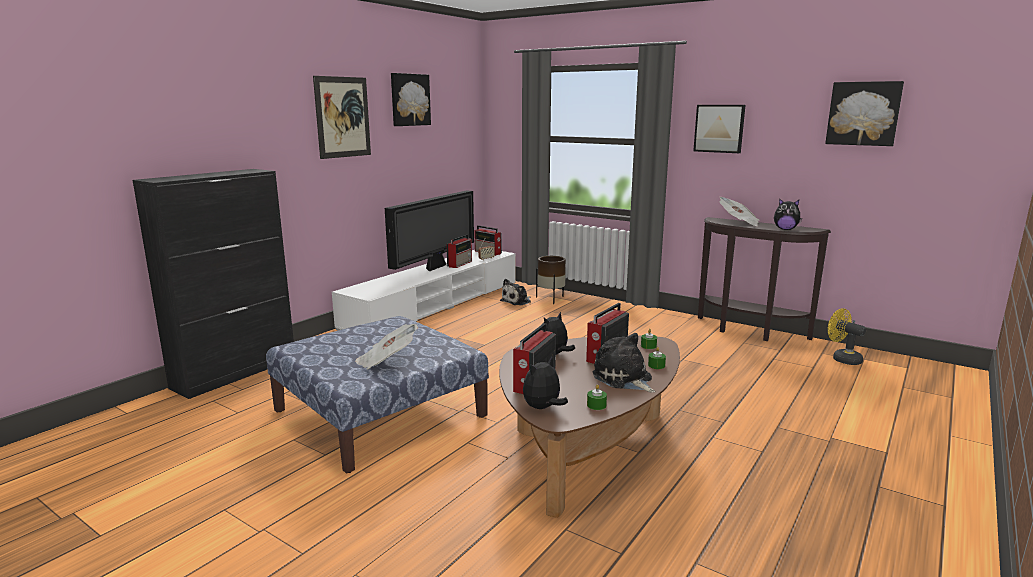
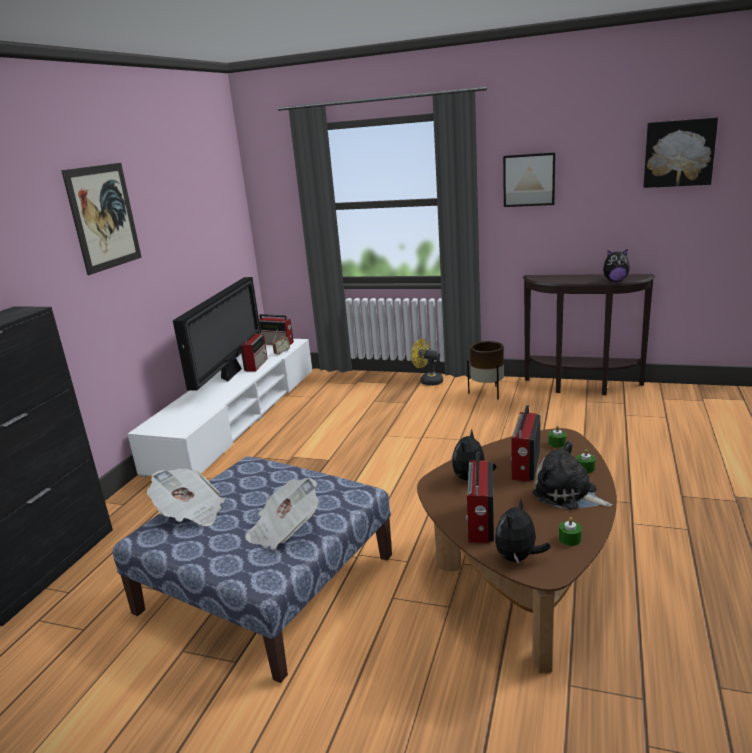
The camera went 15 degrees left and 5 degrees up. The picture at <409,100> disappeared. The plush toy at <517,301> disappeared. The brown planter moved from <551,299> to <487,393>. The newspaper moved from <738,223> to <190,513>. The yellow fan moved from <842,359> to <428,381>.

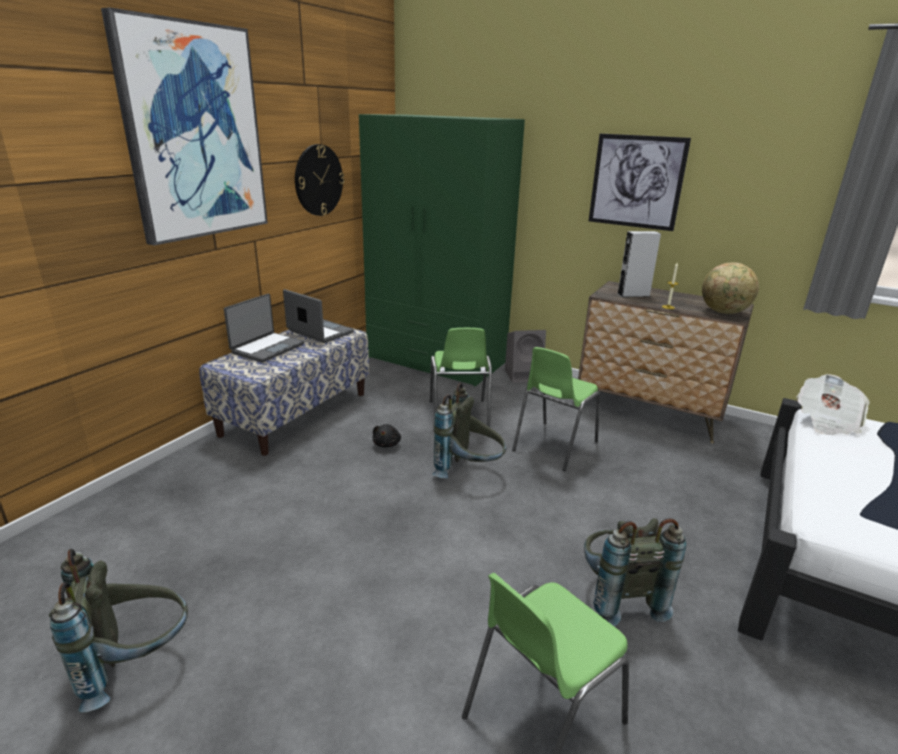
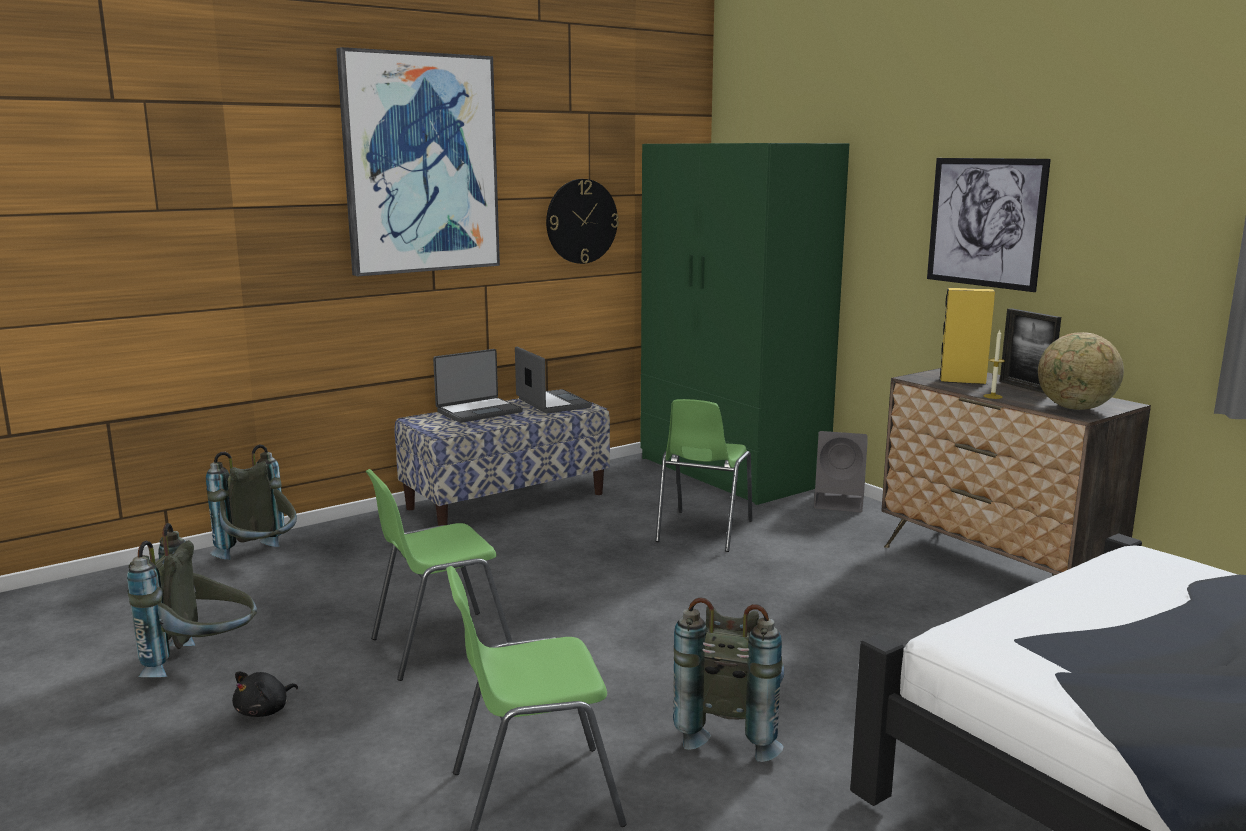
The camera went 25 degrees right and 10 degrees down. The newspaper at <826,421> disappeared. The picture frame at <1025,387> appeared. The black plush toy moved from <387,444> to <265,710>. The grey backpack moved from <469,472> to <261,560>. The green chair moved from <553,446> to <440,645>. The grey speaker at <633,295> became the yellow speaker at <962,381>.

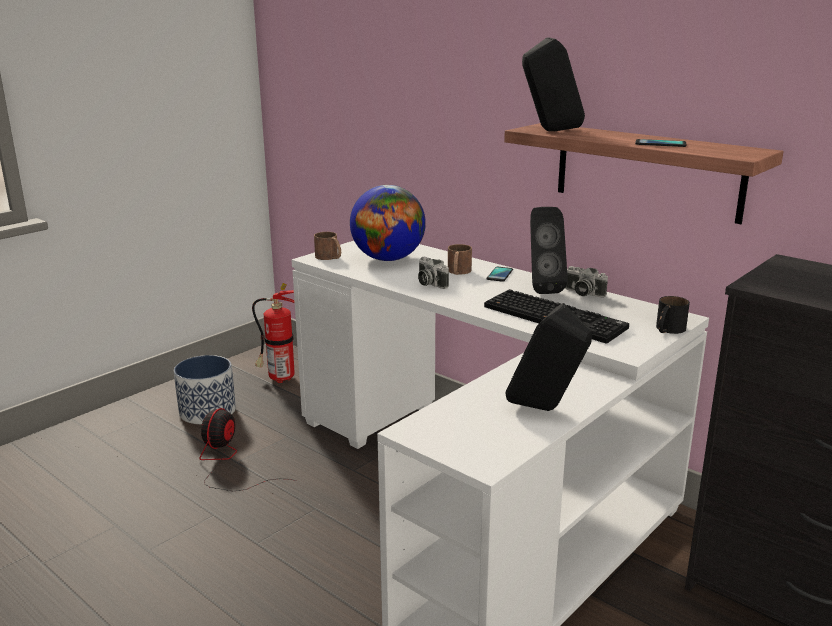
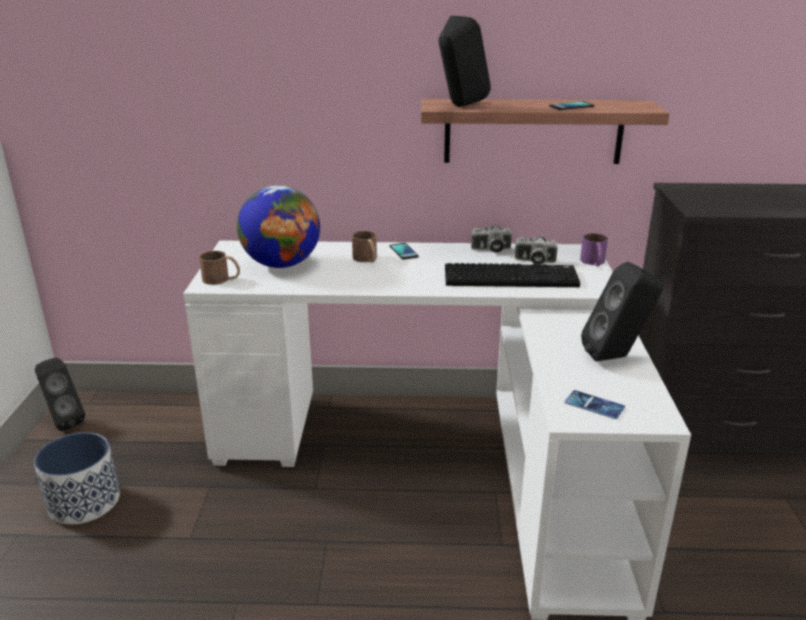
The camera went 40 degrees left and 5 degrees up. The fan at <227,463> disappeared. The fire extinguisher at <278,379> disappeared. The phone at <594,405> appeared. The photo camera moved from <429,283> to <534,261>. The black speaker moved from <541,289> to <63,422>. The black mug at <667,330> became the purple mug at <594,262>.

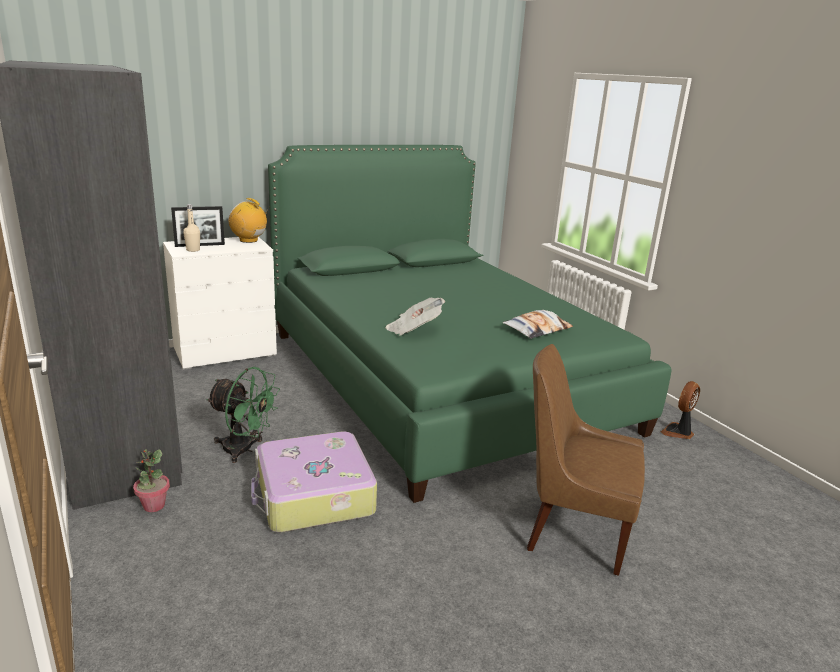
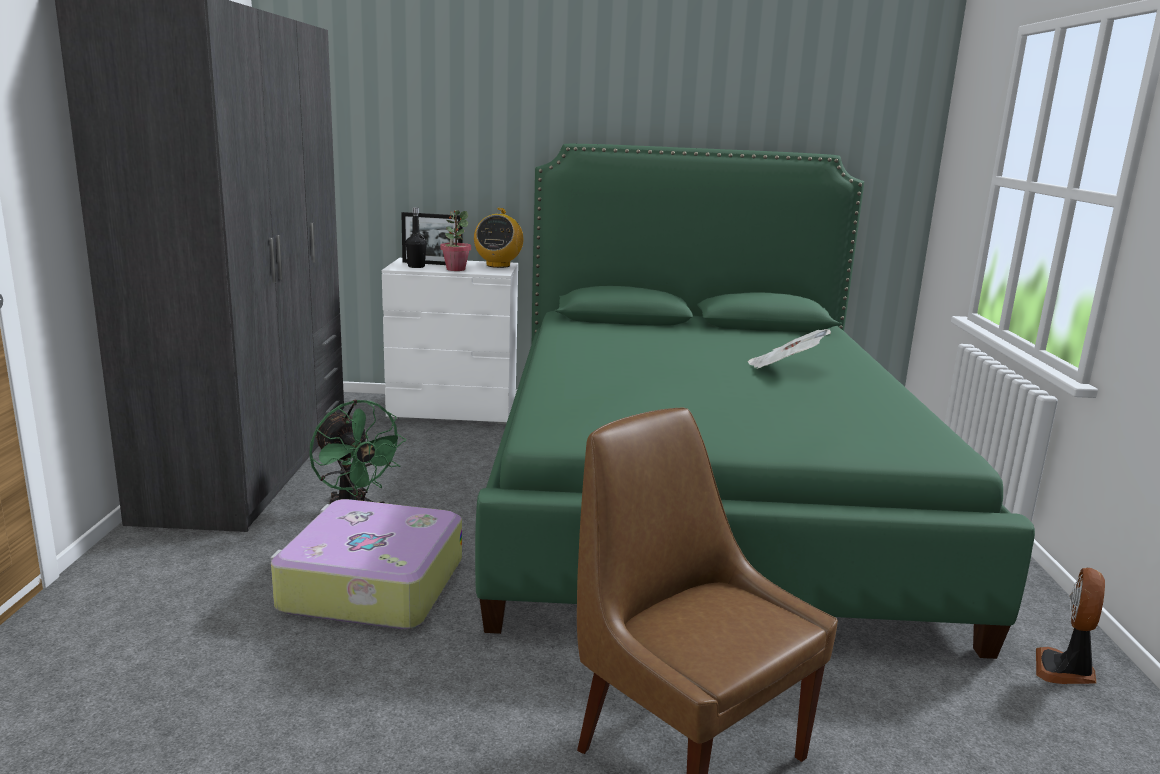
The camera went 30 degrees right and 5 degrees down. The pillow at <537,329> disappeared. The potted plant moved from <153,506> to <455,269>. The newspaper moved from <414,330> to <784,369>. The beige bottle at <193,250> became the black bottle at <416,266>. The radio at <249,240> turned 135 degrees counterclockwise. The fan at <678,432> turned 45 degrees counterclockwise.

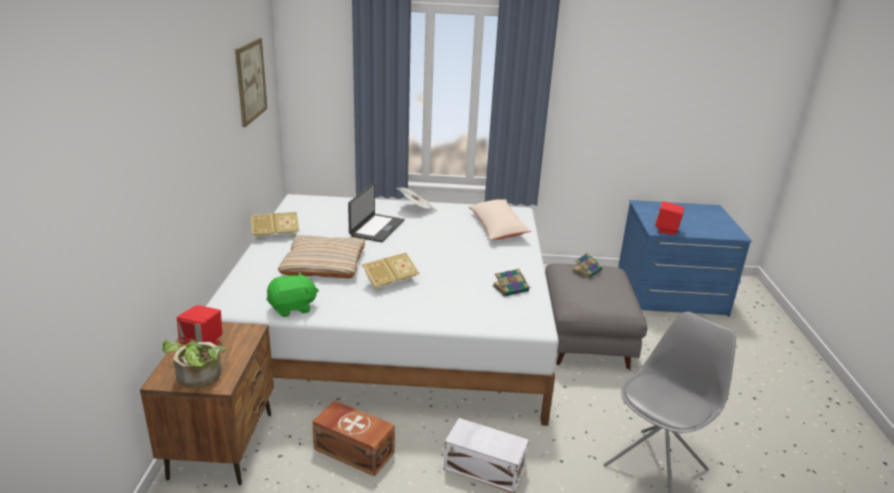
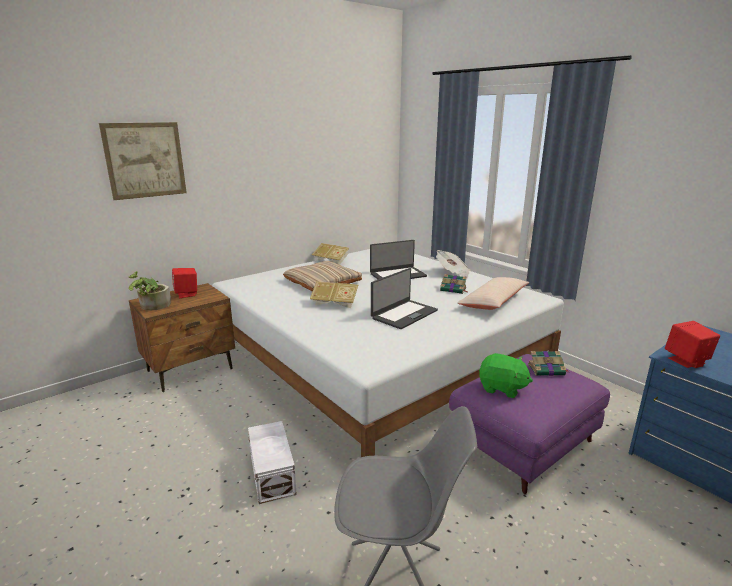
The camera went 50 degrees right and 5 degrees down. The brown storage box at <353,449> disappeared. The laptop at <403,314> appeared. The picture moved from <251,81> to <145,160>. The green plush toy moved from <292,308> to <502,388>. The book moved from <511,288> to <453,289>. The grey ottoman at <584,338> became the purple ottoman at <522,444>.

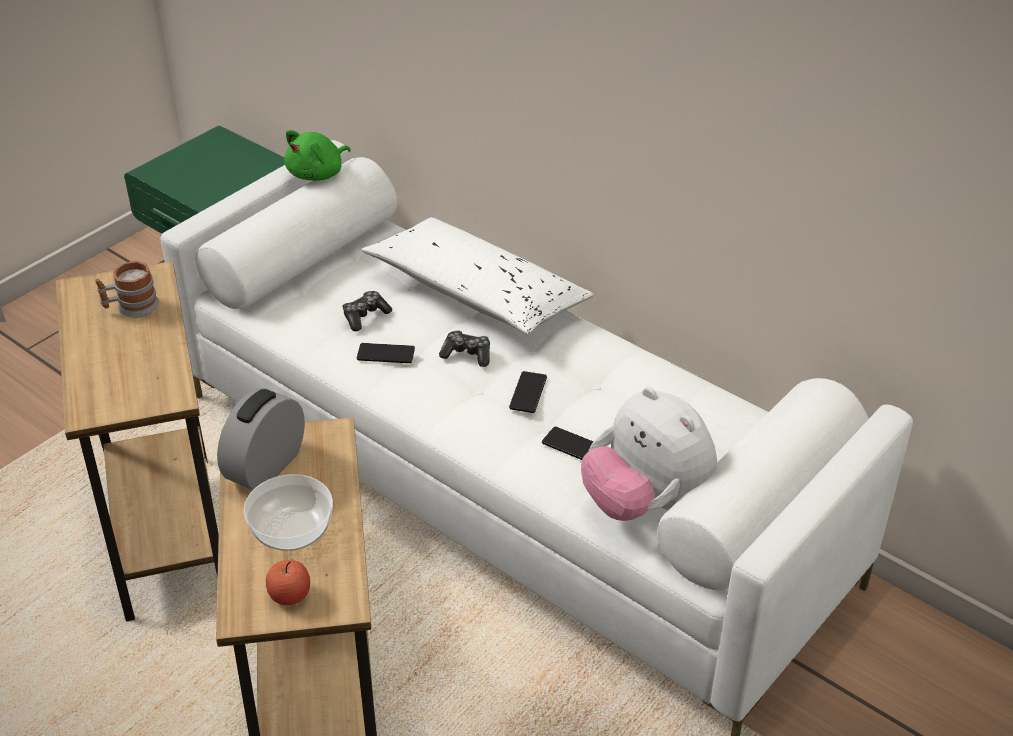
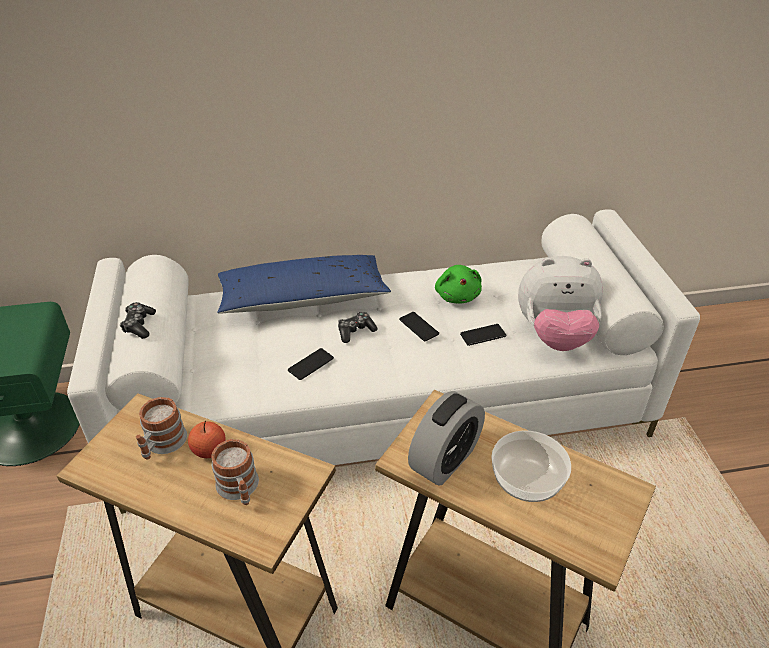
The camera went 50 degrees left and 0 degrees up. The mug at <239,489> appeared. The apple moved from <290,595> to <209,450>. The green plush toy moved from <318,174> to <457,295>. The game controller moved from <365,316> to <139,325>. The white pillow at <476,293> became the blue pillow at <303,298>. The alarm clock at <266,467> turned 120 degrees counterclockwise.

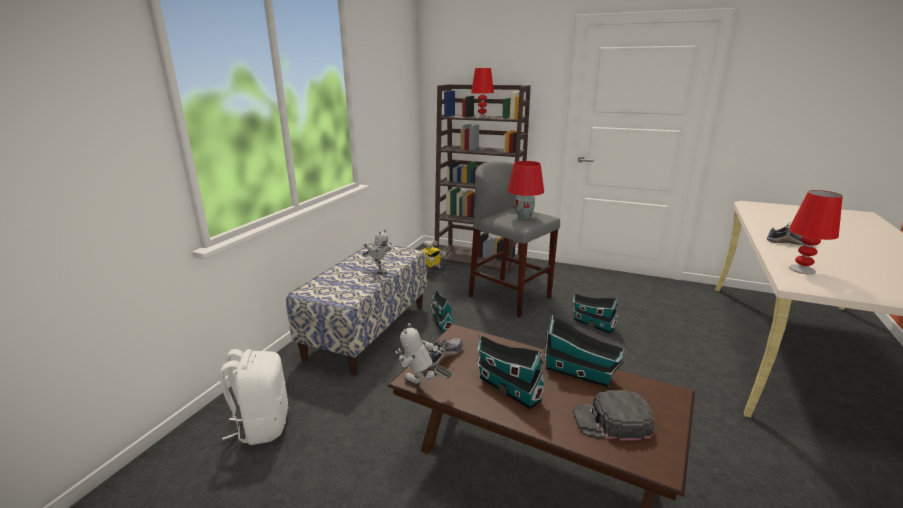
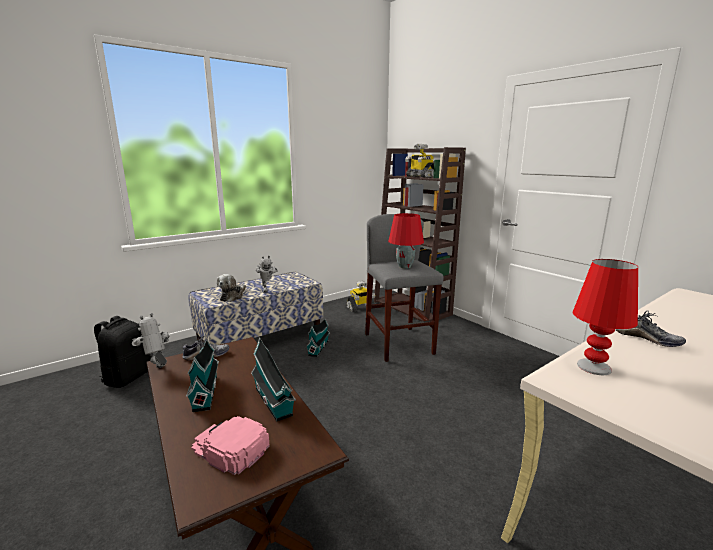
The camera went 30 degrees right and 5 degrees down. The toy house at <592,324> disappeared. The plush toy at <232,296> appeared. The red table lamp at <482,117> was replaced by the toy robot at <420,176>. The white backpack at <262,425> became the black backpack at <128,377>. The black cap at <611,421> became the pink cap at <229,448>.

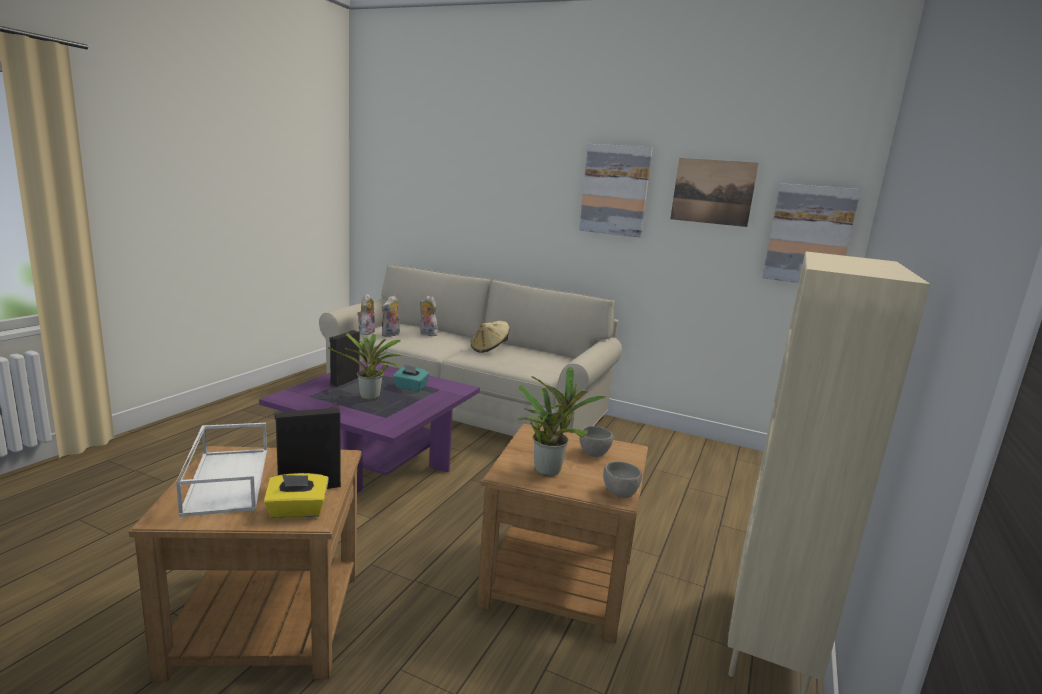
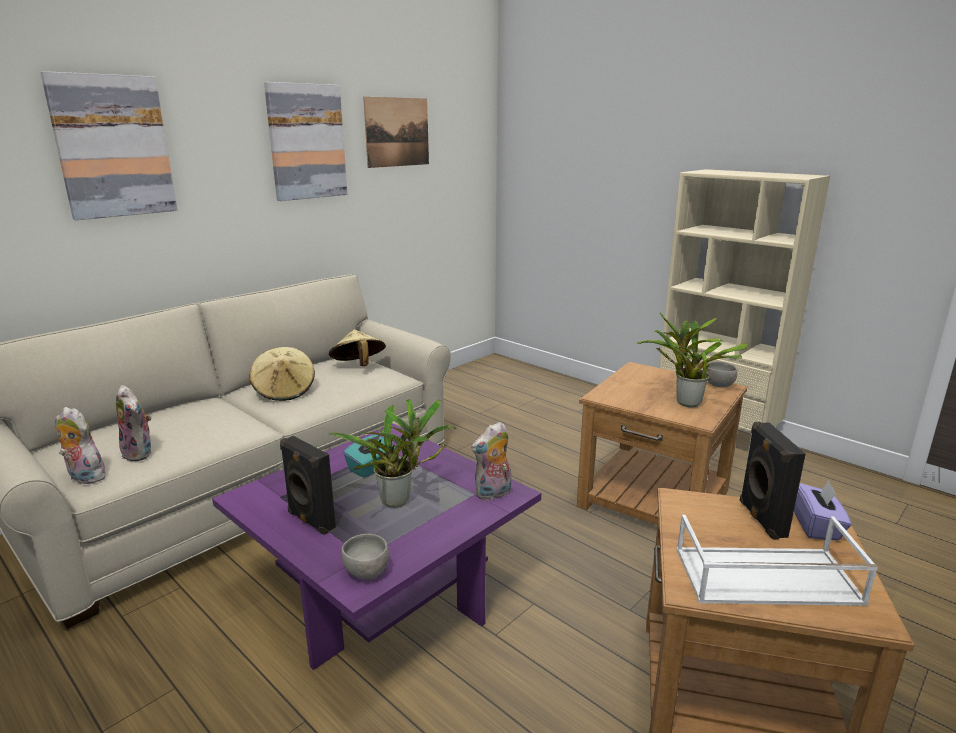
The camera went 70 degrees left and 5 degrees up. The beige hat at <358,366> appeared. The plush toy moved from <427,334> to <493,494>. The grey bowl moved from <593,453> to <366,573>. The picture moved from <809,235> to <113,147>. The yellow tissue box at <297,511> became the purple tissue box at <816,526>.

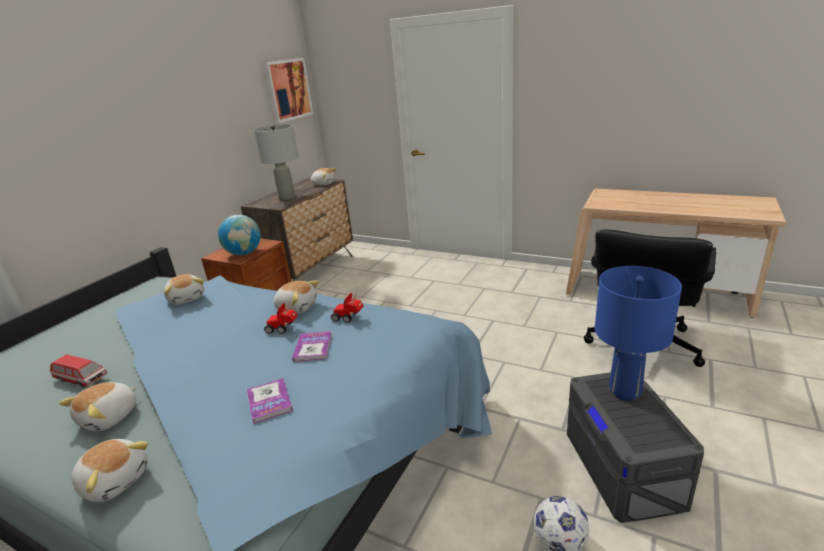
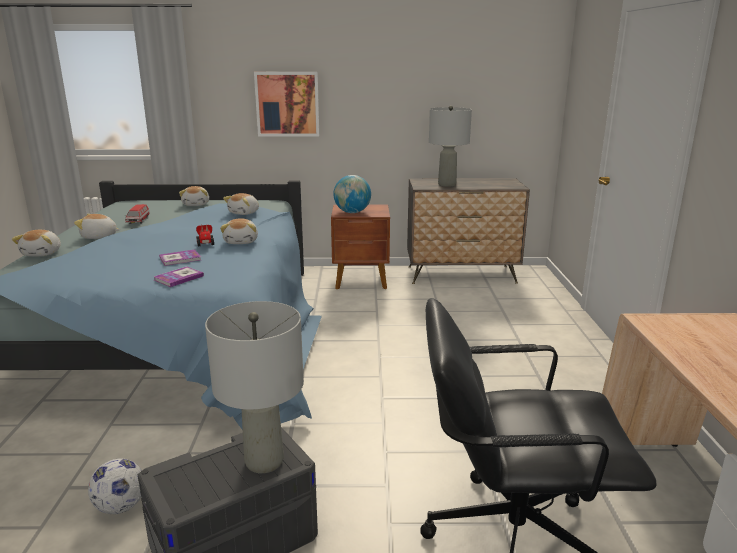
The camera went 60 degrees right and 5 degrees down. The toy car at <349,317> disappeared. The book moved from <269,401> to <179,278>. The picture moved from <288,90> to <287,104>. The plush toy moved from <324,184> to <196,204>. The blue table lamp at <625,391> became the grey table lamp at <265,461>.

